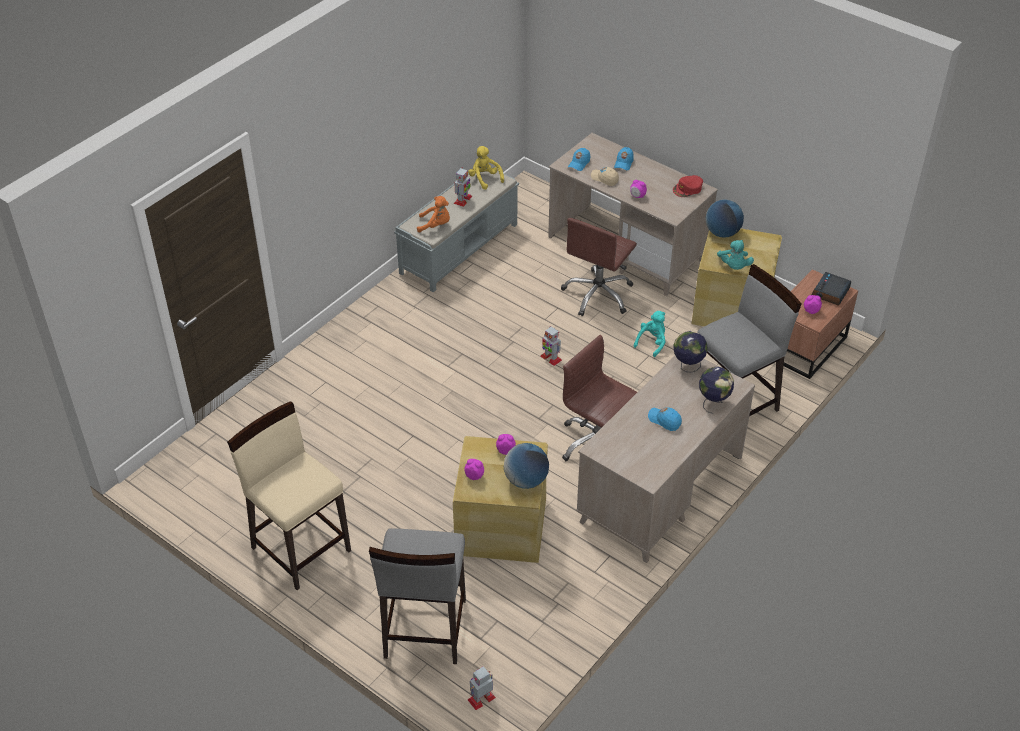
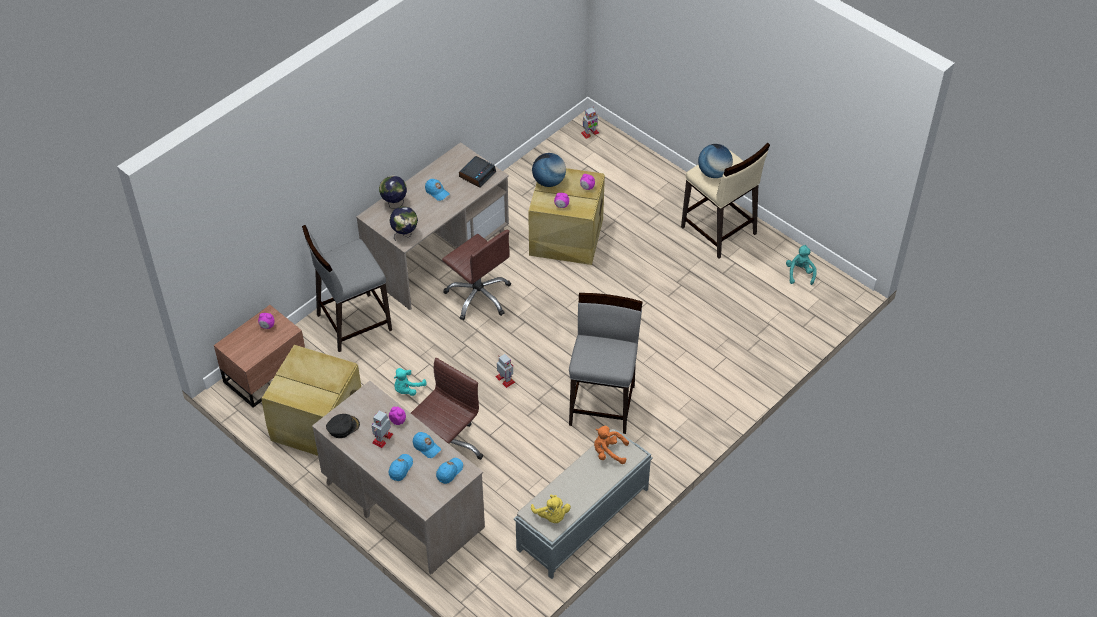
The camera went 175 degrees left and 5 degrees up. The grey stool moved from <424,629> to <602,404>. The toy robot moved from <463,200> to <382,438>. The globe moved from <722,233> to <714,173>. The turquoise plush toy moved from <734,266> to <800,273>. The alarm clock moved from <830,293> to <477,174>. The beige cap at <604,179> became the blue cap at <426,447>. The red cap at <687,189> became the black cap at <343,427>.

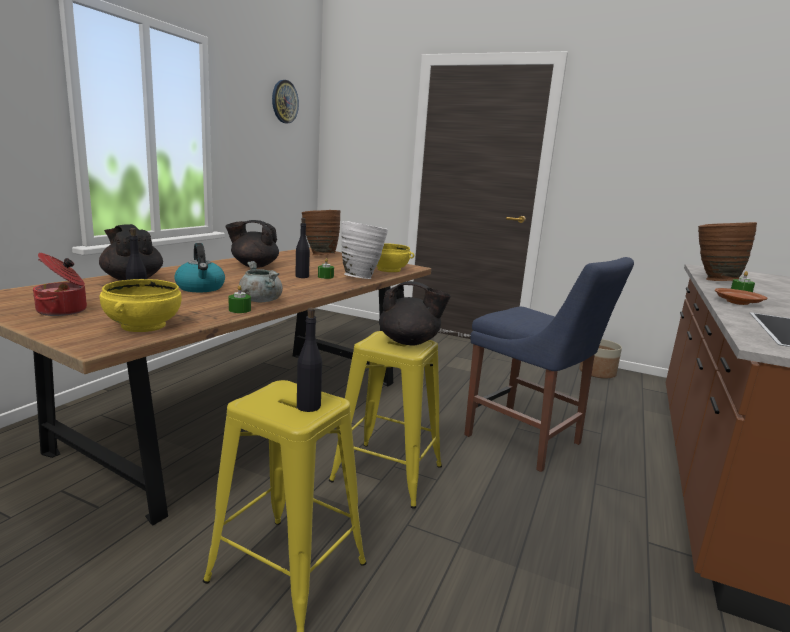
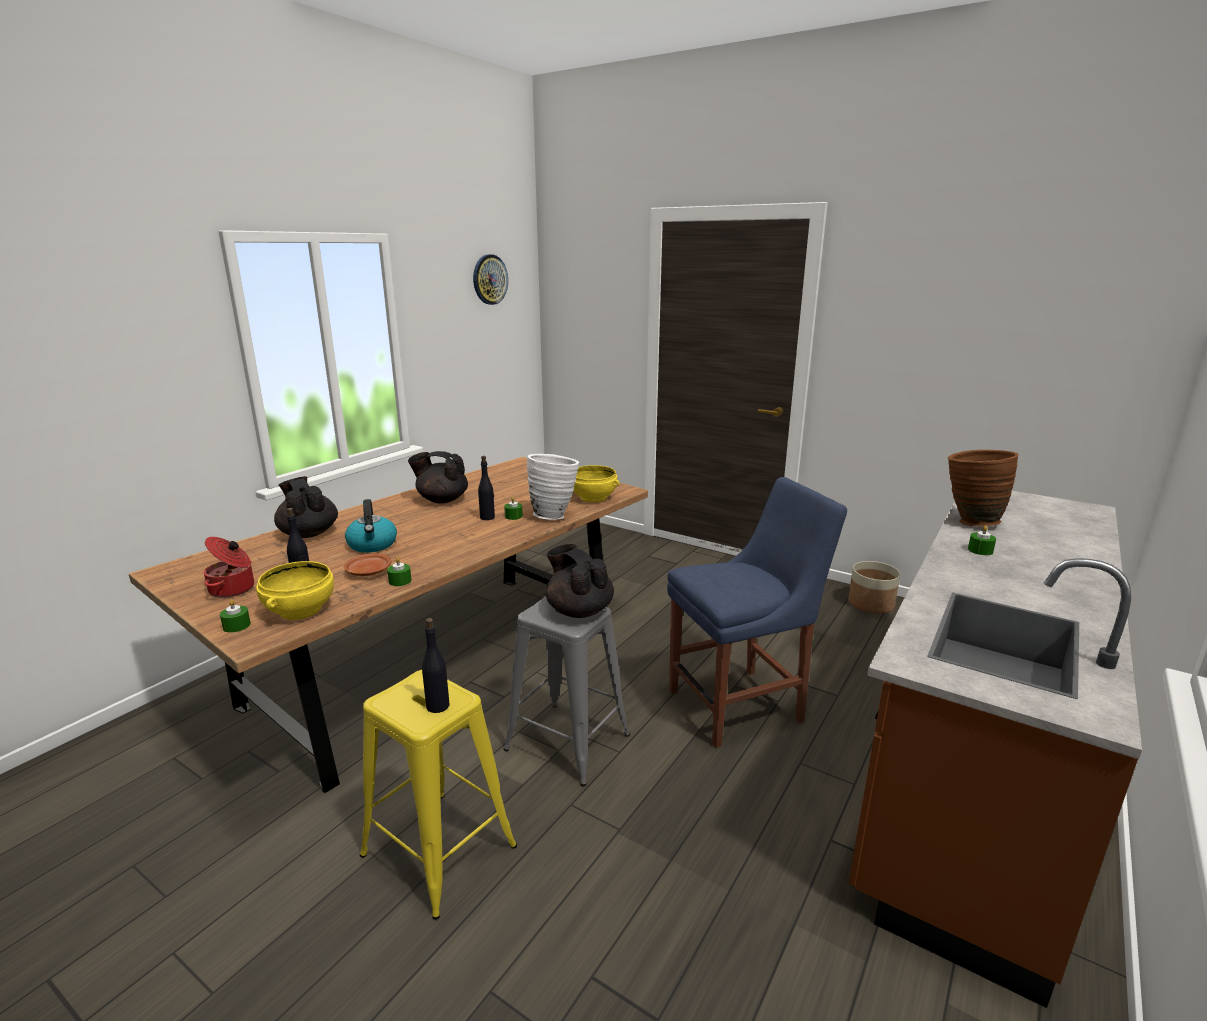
The camera went 10 degrees right and 5 degrees up. The grey cooking pot at <260,300> disappeared. The brown vase at <319,255> disappeared. The green candle at <236,626> appeared. The brown plate moved from <737,302> to <368,571>. The yellow stool at <387,473> became the grey stool at <567,742>. The black teapot at <409,342> turned 150 degrees counterclockwise. The blue chair at <527,441> turned 75 degrees counterclockwise.

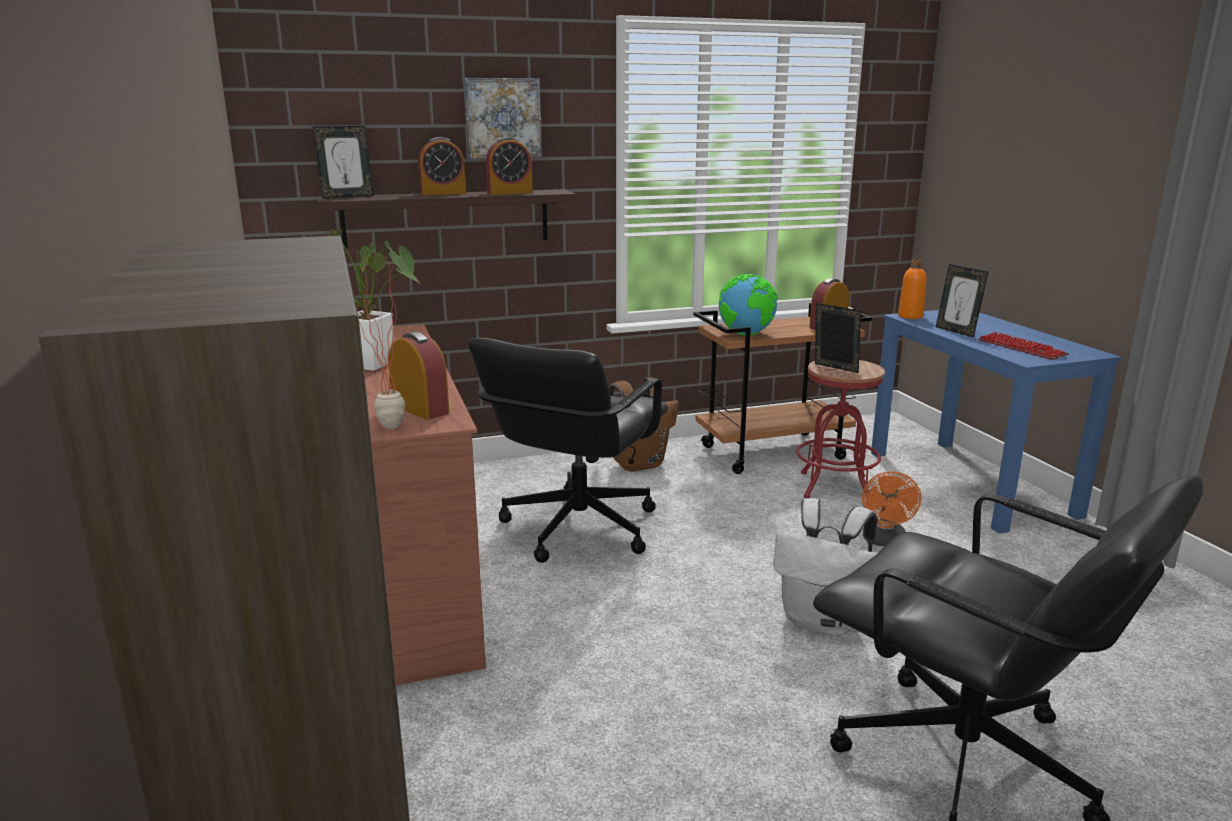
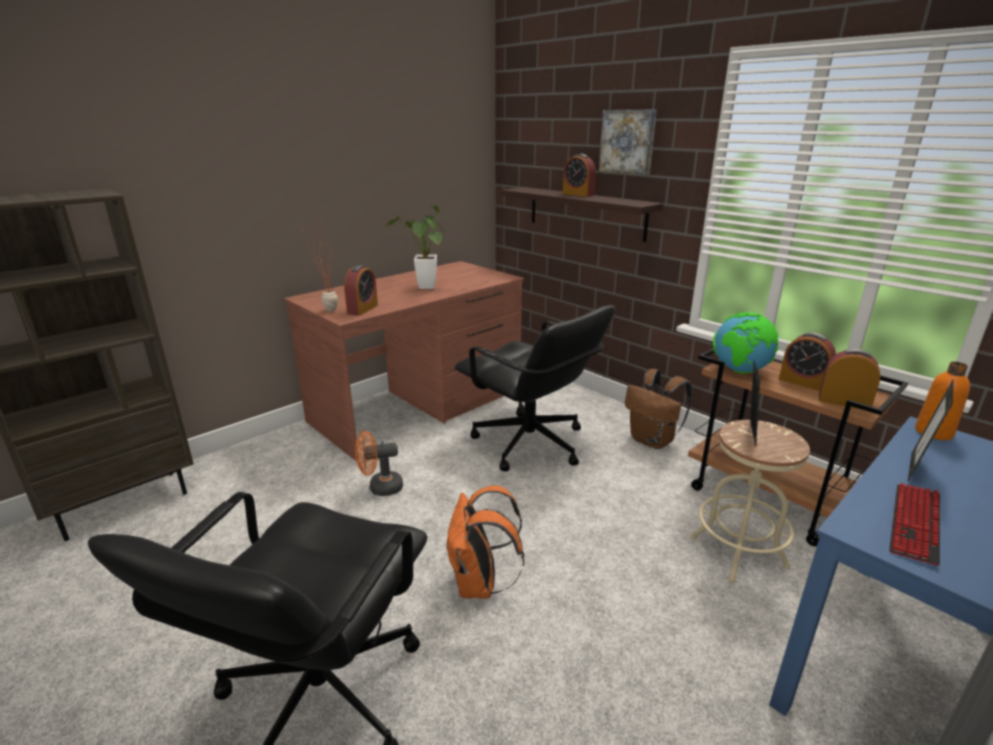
The camera went 65 degrees right and 5 degrees up. The picture frame at <347,197> disappeared. The alarm clock moved from <509,193> to <803,382>. The orange fan moved from <884,542> to <380,488>. The white backpack at <822,621> became the orange backpack at <479,584>. The red stool at <835,487> became the beige stool at <738,552>. The black office chair at <577,528> turned 135 degrees counterclockwise.

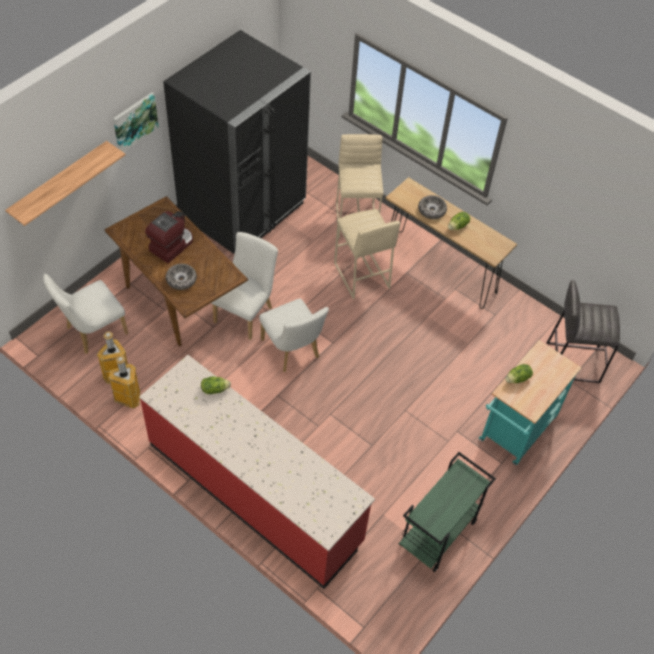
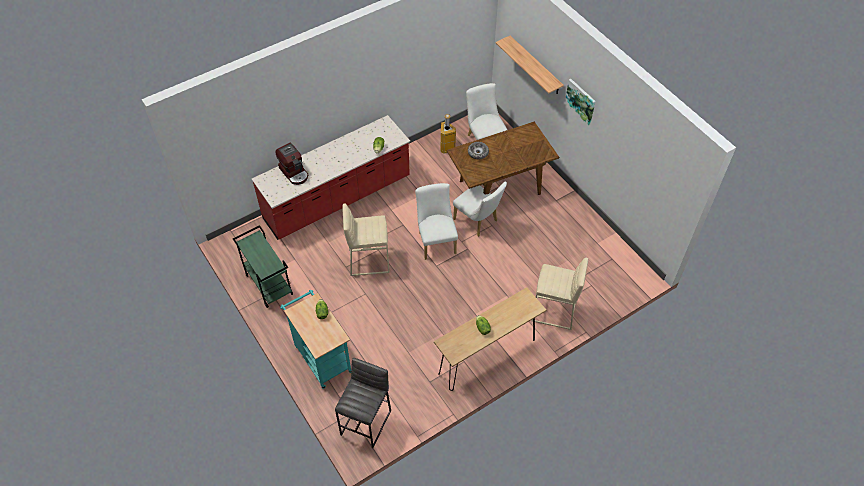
The camera went 110 degrees right and 0 degrees up. The trash can at <128,398> disappeared. The black fridge at <242,209> disappeared. The bowl at <431,210> disappeared. The coffee machine moved from <171,245> to <294,172>. The beige stool moved from <361,276> to <368,261>. The white chair at <292,351> turned 90 degrees clockwise.

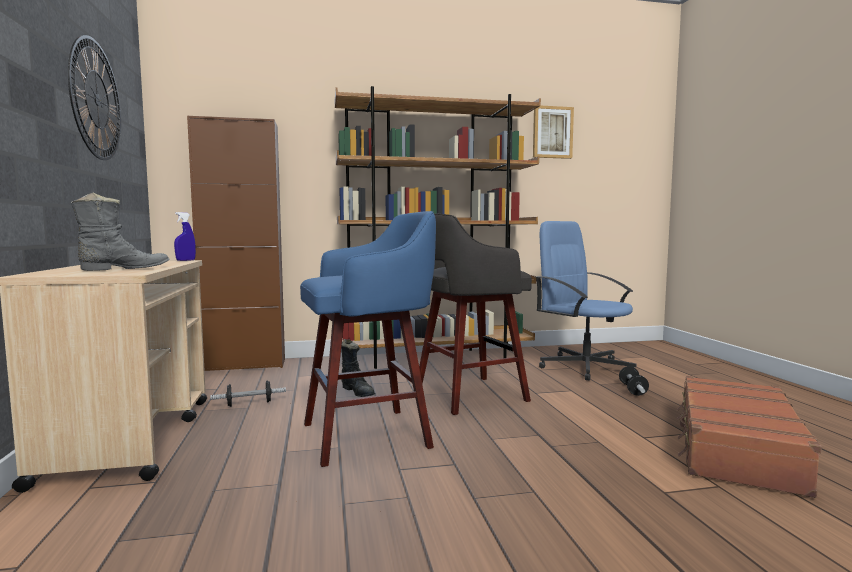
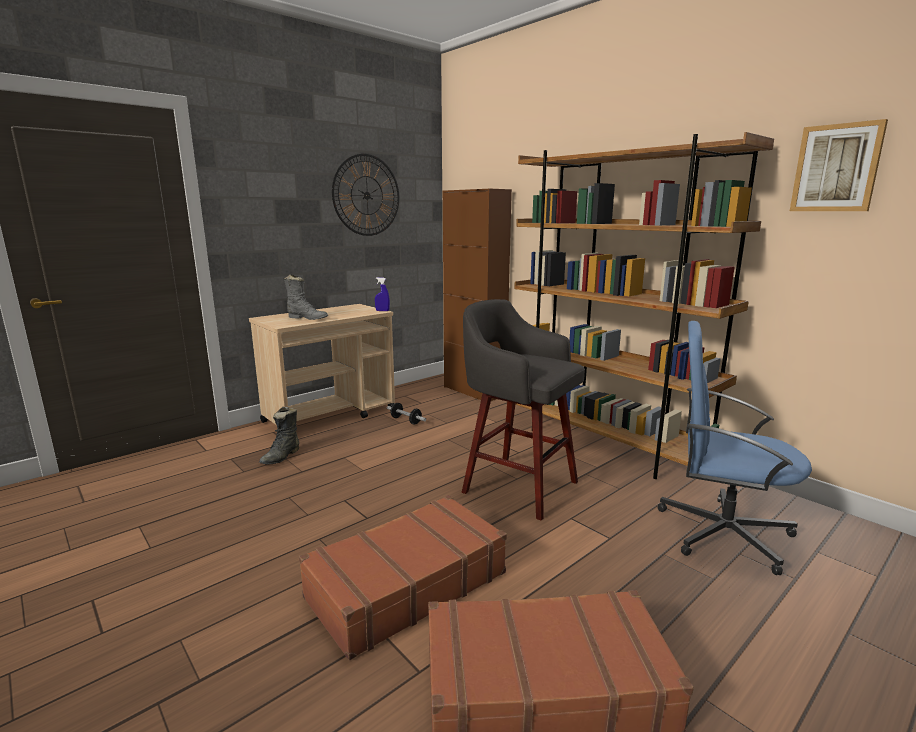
The camera went 60 degrees right and 10 degrees up. The blue stool at <370,435> disappeared. The dumbbell at <632,390> disappeared. The brown suitcase at <406,585> appeared. The black boot moved from <357,392> to <281,456>. The blue office chair at <585,367> turned 90 degrees counterclockwise.

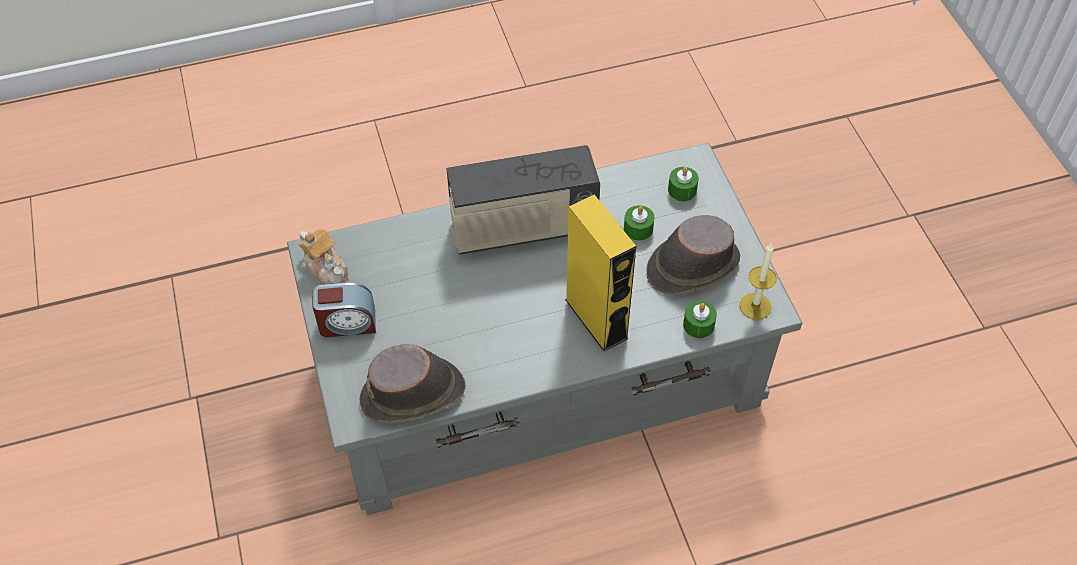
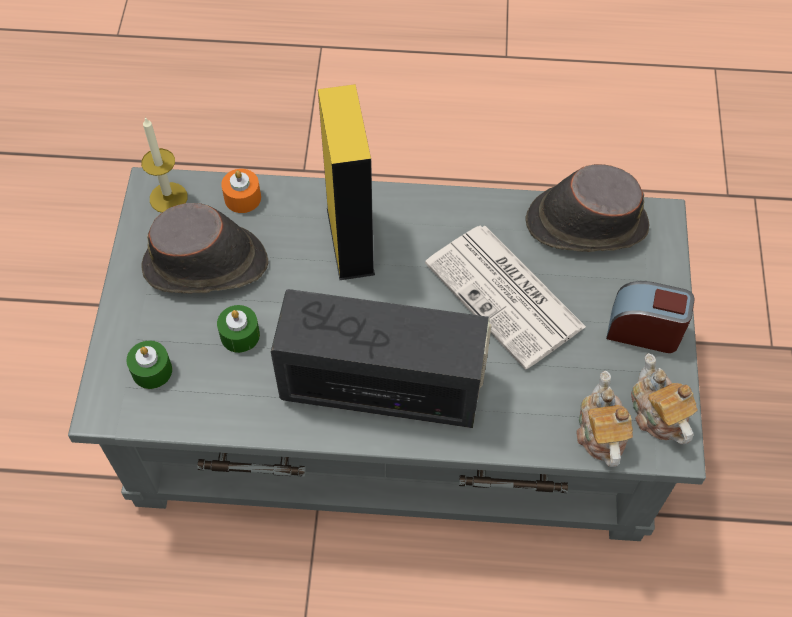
The camera went 160 degrees left and 5 degrees up. The newspaper at <506,296> appeared. The teapot at <600,432> appeared. The green candle at <698,325> became the orange candle at <242,198>.

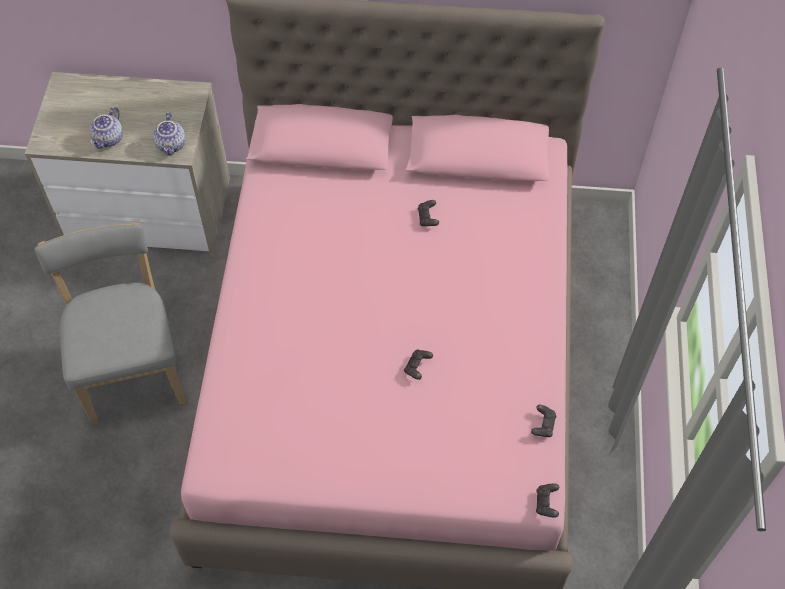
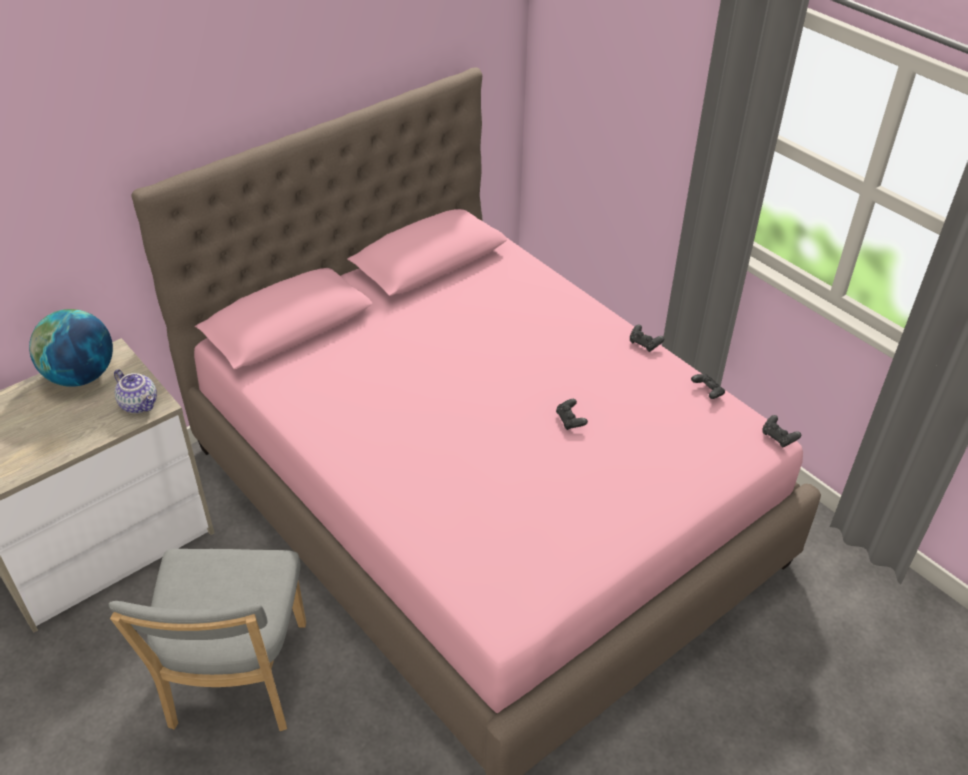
The camera went 45 degrees left and 15 degrees down. The teapot at <109,139> disappeared. The globe at <81,376> appeared. The black game controller moved from <428,218> to <644,344>. The grey chair at <132,367> turned 120 degrees counterclockwise.

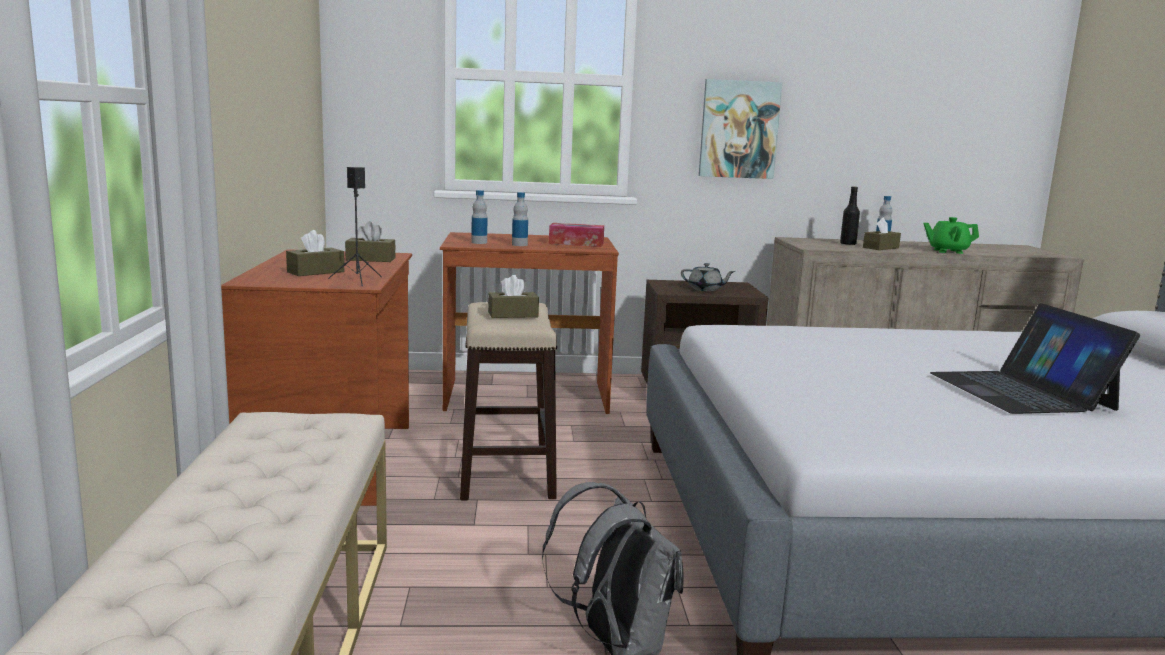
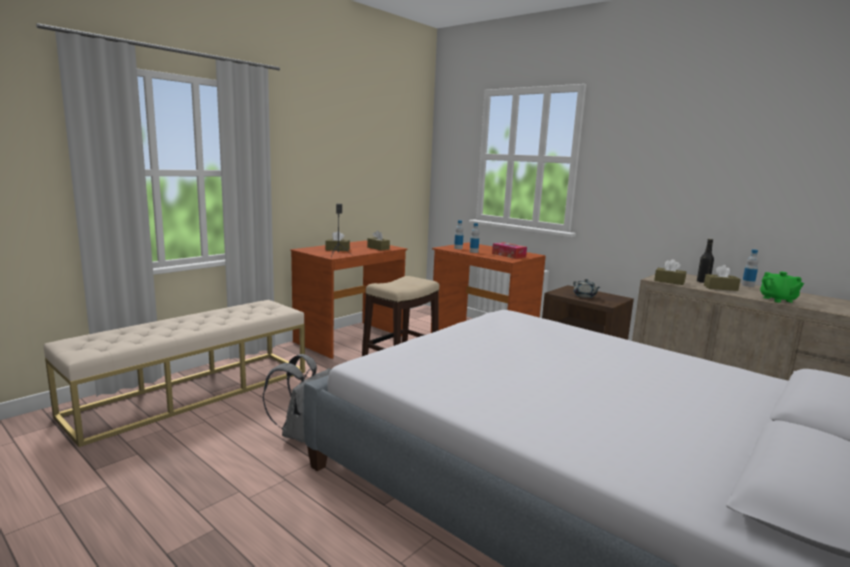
The camera went 45 degrees right and 0 degrees up. The picture at <739,129> disappeared. The laptop at <1021,391> disappeared. The brown tissue box moved from <513,315> to <669,281>. The green teapot at <947,251> turned 150 degrees counterclockwise.

